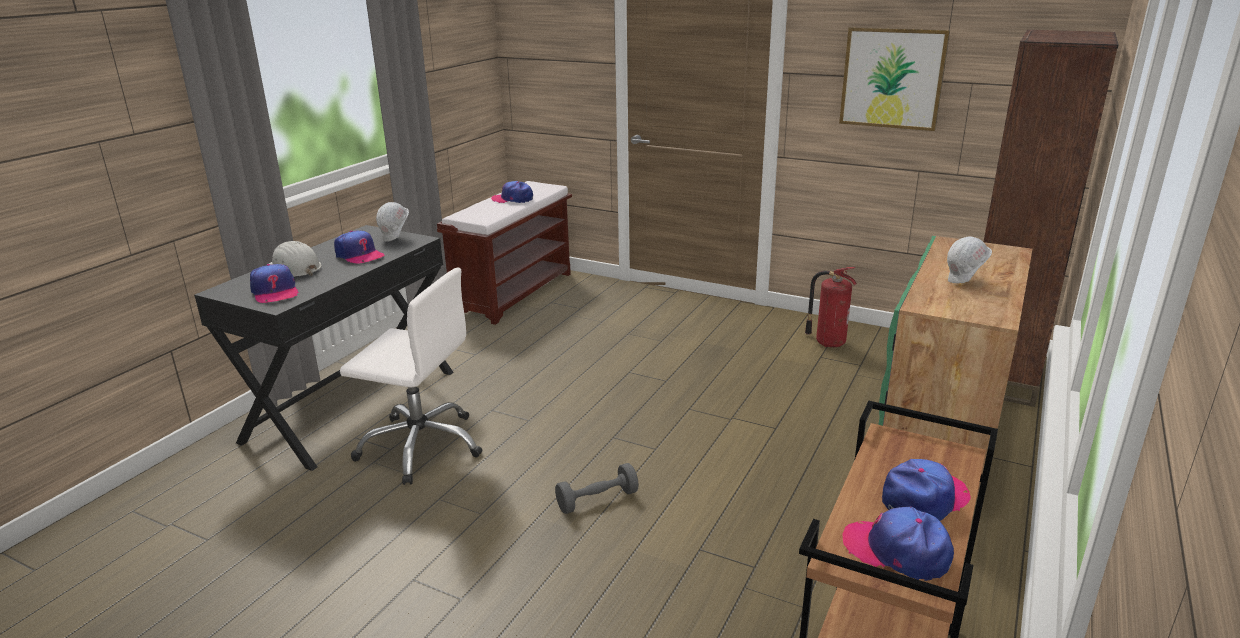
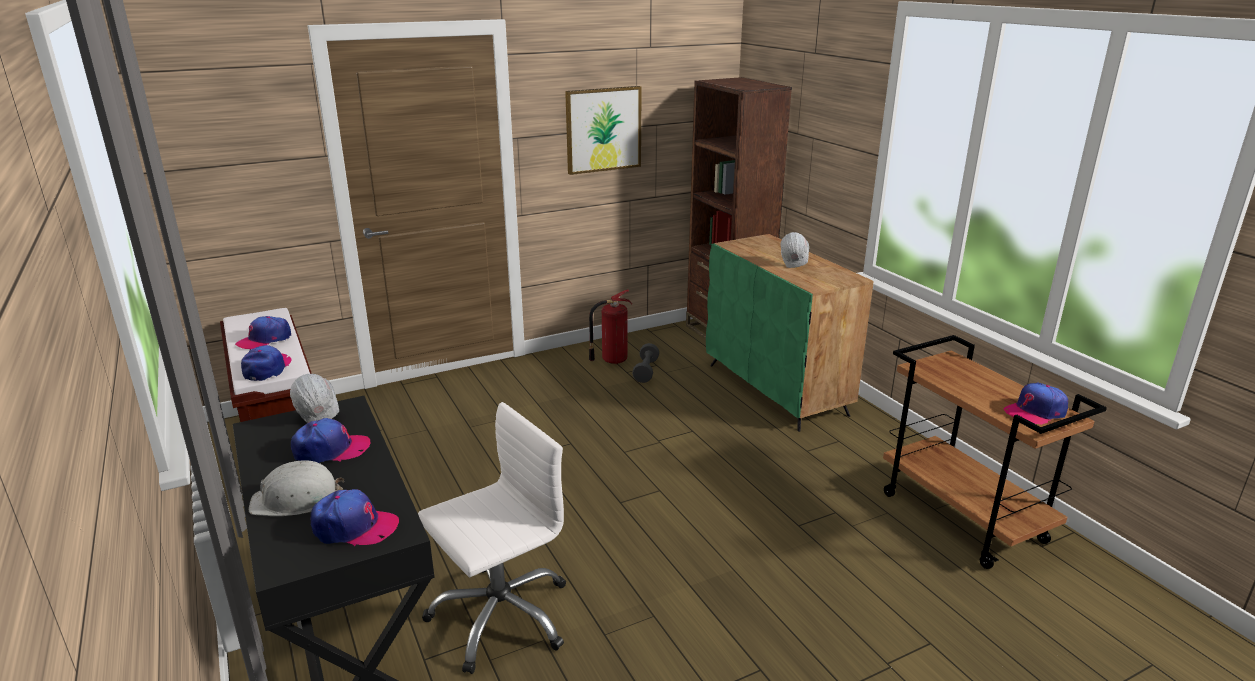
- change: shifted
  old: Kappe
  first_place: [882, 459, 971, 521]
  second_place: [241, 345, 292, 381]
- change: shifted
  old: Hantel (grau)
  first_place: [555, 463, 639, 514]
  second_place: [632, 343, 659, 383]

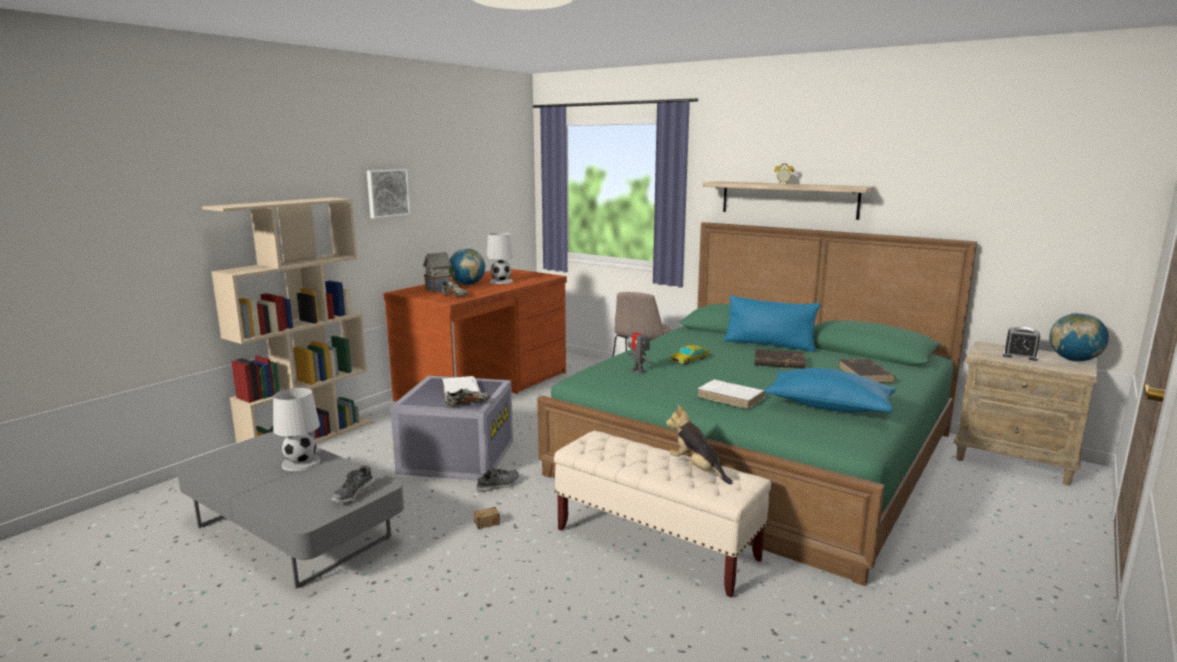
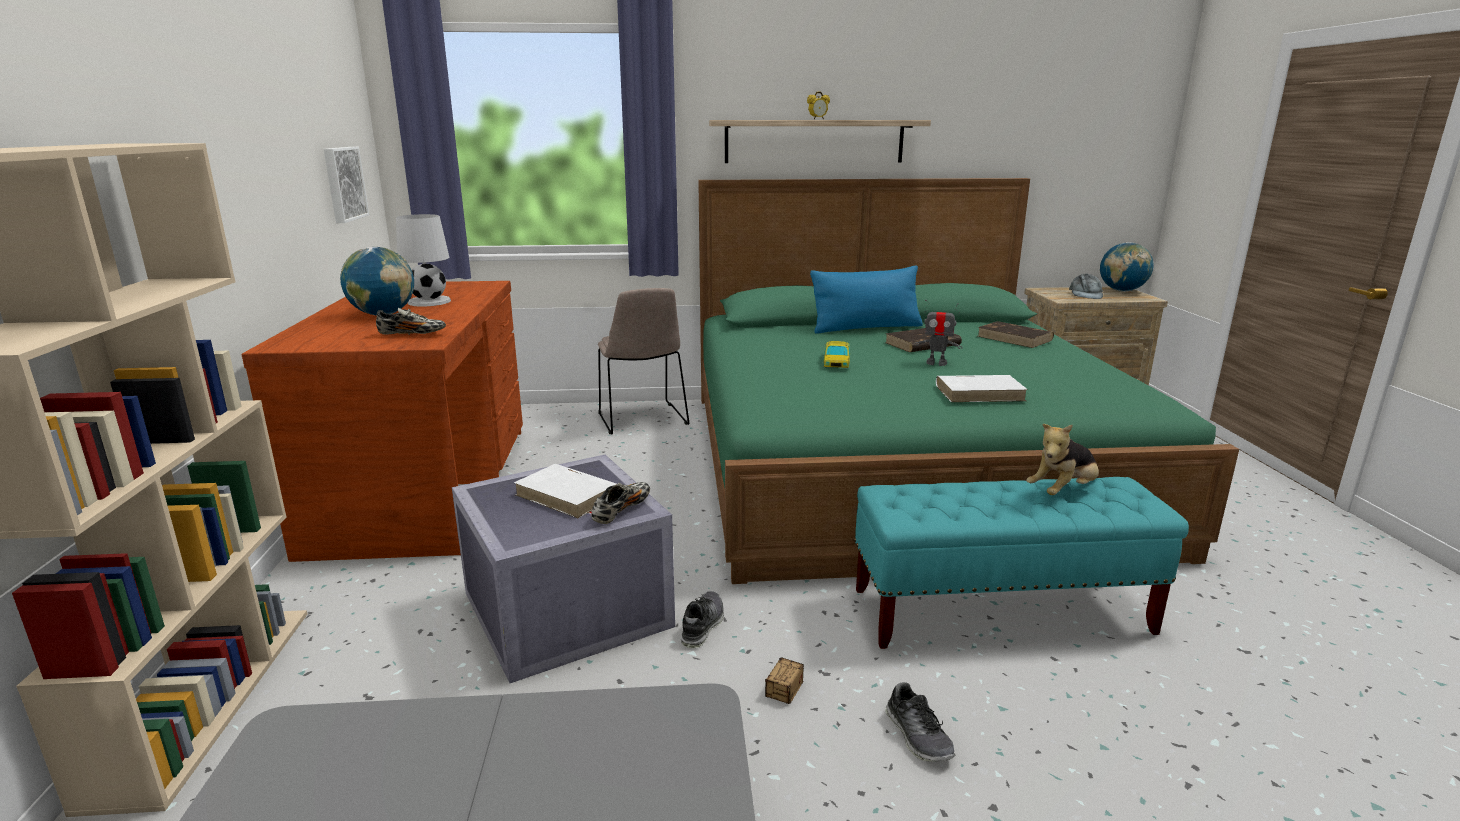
- change: shifted
  old: Bild
  first_place: [367, 169, 411, 219]
  second_place: [323, 147, 369, 223]
- change: repainted
  old: Bank (beige)
  new: Bank (türkis)
  first_place: [554, 431, 771, 597]
  second_place: [854, 477, 1189, 649]
- change: shifted
  old: Schuh
  first_place: [331, 465, 374, 504]
  second_place: [885, 682, 955, 762]
- change: shifted
  old: Spielzeugroboter
  first_place: [628, 322, 651, 373]
  second_place: [914, 300, 962, 366]
- change: rotated
  old: Plüschtier
  first_place: [666, 405, 733, 484]
  second_place: [1026, 424, 1099, 495]
  degrees: -45
- change: swapped
  old: Wecker
  new: Kappe (grau)
  first_place: [1003, 327, 1040, 361]
  second_place: [1069, 273, 1103, 299]
- change: gone
  old: Tischlampe (weiß)
  first_place: [273, 388, 320, 471]
- change: gone
  old: Spielzeughaus
  first_place: [423, 251, 452, 293]
- change: gone
  old: Kissen (blau)
  first_place: [765, 368, 896, 413]

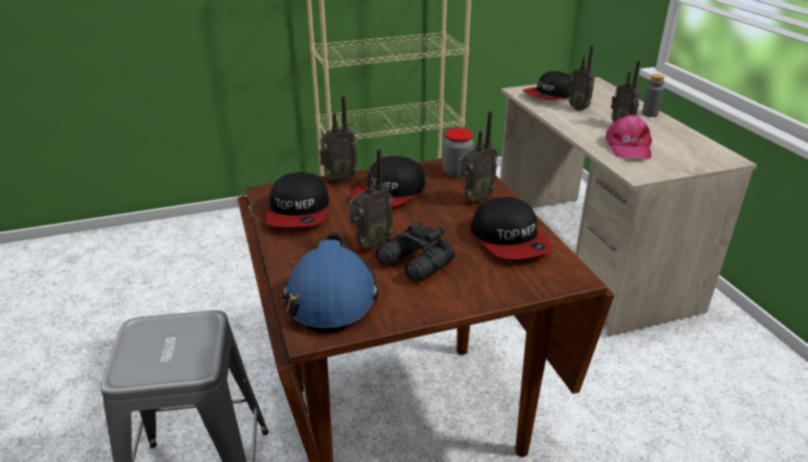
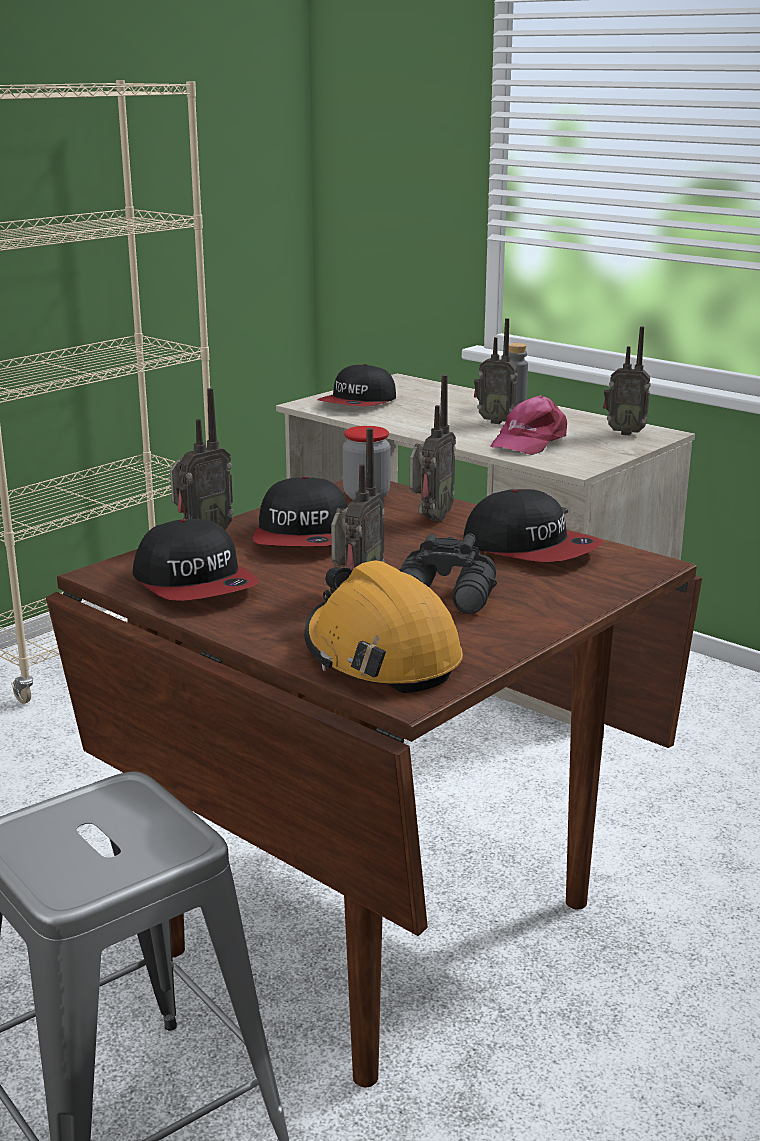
- change: repainted
  old: Schutzhelm (blau)
  new: Schutzhelm (orange)
  first_place: [283, 232, 378, 333]
  second_place: [304, 560, 463, 693]
- change: rotated
  old: Kappe (rosa)
  first_place: [605, 115, 652, 159]
  second_place: [491, 395, 567, 455]
  degrees: 60
- change: shifted
  old: Radio
  first_place: [567, 45, 595, 111]
  second_place: [603, 326, 651, 435]

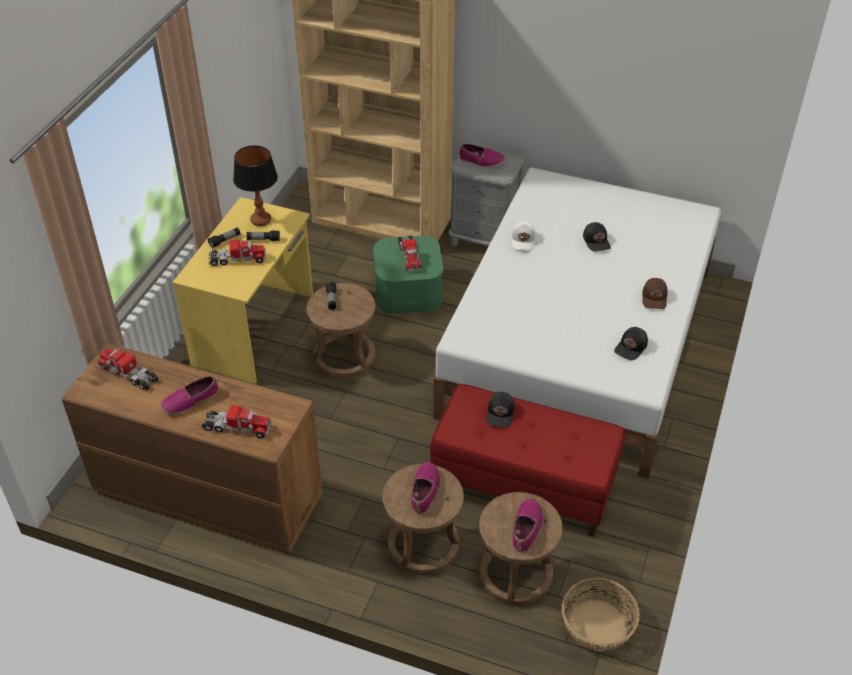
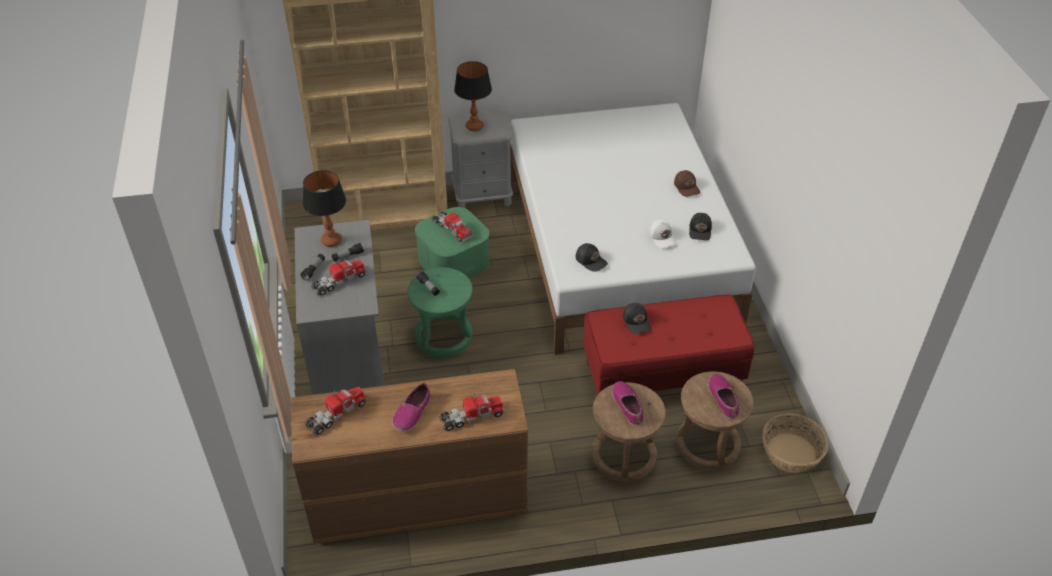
- change: repainted
  old: Schreibtisch (gelb)
  new: Schreibtisch (grau)
  first_place: [172, 197, 313, 384]
  second_place: [295, 220, 384, 395]
- change: rotated
  old: Spielzeuglaster
  first_place: [98, 347, 158, 391]
  second_place: [305, 387, 367, 436]
  degrees: 135
- change: repainted
  old: Hocker (braun)
  new: Hocker (grün)
  first_place: [306, 283, 376, 379]
  second_place: [408, 267, 473, 357]
- change: swapped
  old: Schuh
  new: Tischlampe
  first_place: [459, 144, 505, 168]
  second_place: [454, 61, 492, 131]
- change: shifted
  old: Kappe (schwarz)
  first_place: [583, 222, 611, 252]
  second_place: [576, 243, 608, 272]
- change: shifted
  old: Kappe (weiß)
  first_place: [511, 222, 535, 251]
  second_place: [649, 220, 676, 248]

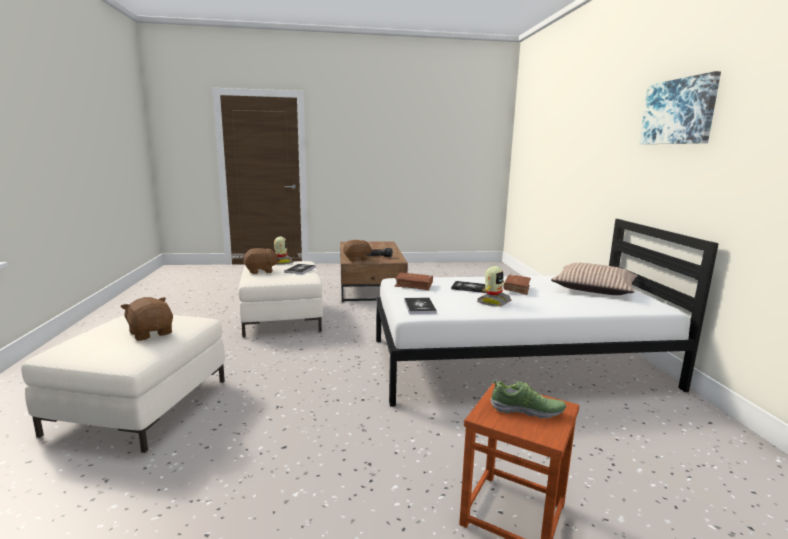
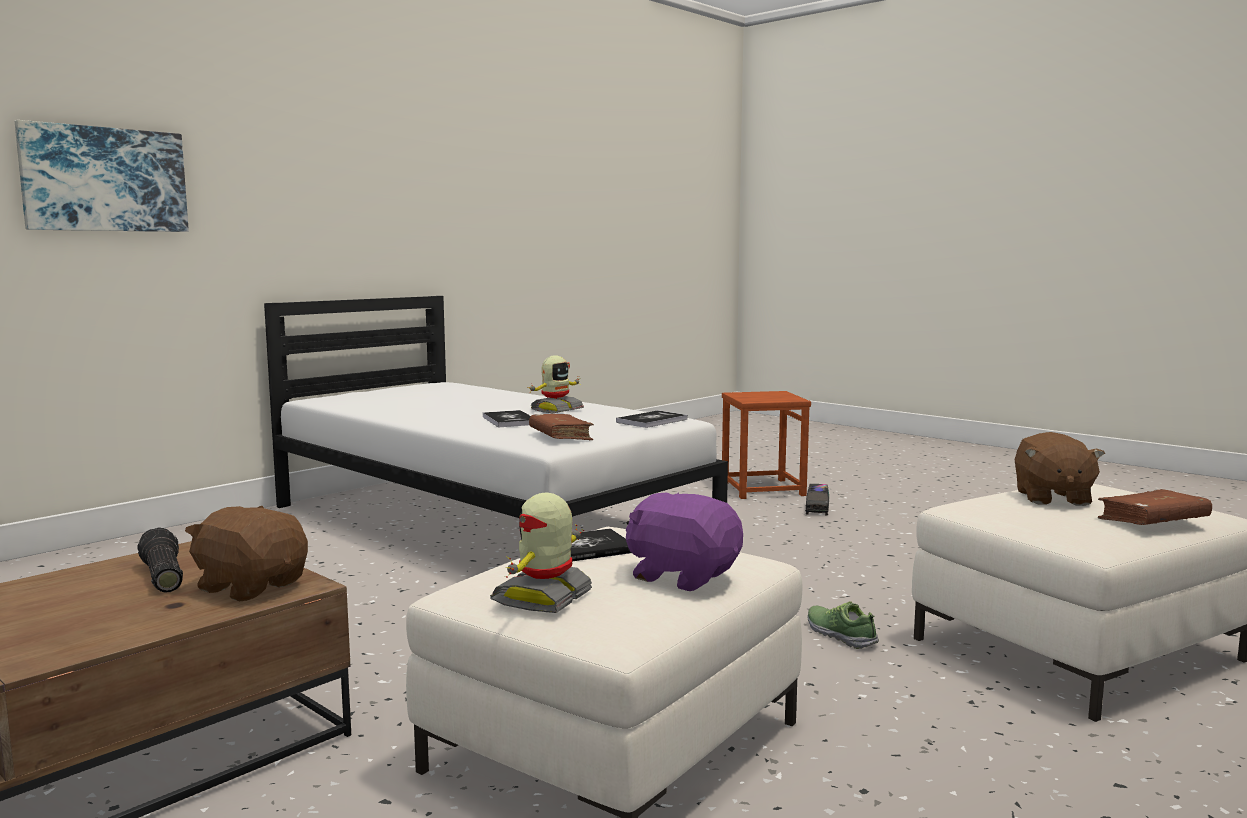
- change: shifted
  old: Bild
  first_place: [639, 71, 721, 144]
  second_place: [15, 120, 189, 232]
- change: rotated
  old: Spielzeugroboter
  first_place: [477, 266, 511, 307]
  second_place: [527, 355, 584, 413]
  degrees: 135
- change: repainted
  old: Plüschtier (braun)
  new: Plüschtier (lila)
  first_place: [243, 248, 280, 274]
  second_place: [626, 493, 743, 591]
- change: new
  new: Spielzeuglaster
  second_place: [805, 484, 829, 516]
- change: shifted
  old: Schuh
  first_place: [490, 380, 566, 418]
  second_place: [808, 601, 879, 649]
- change: shifted
  old: Buch (braun)
  first_place: [503, 275, 531, 295]
  second_place: [1098, 489, 1212, 525]
- change: gone
  old: Kissen
  first_place: [551, 263, 638, 295]

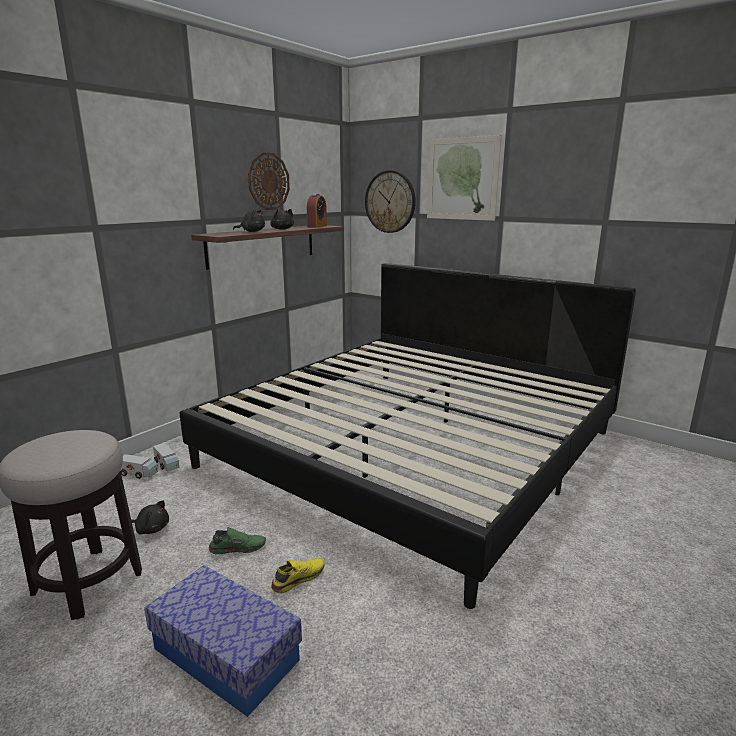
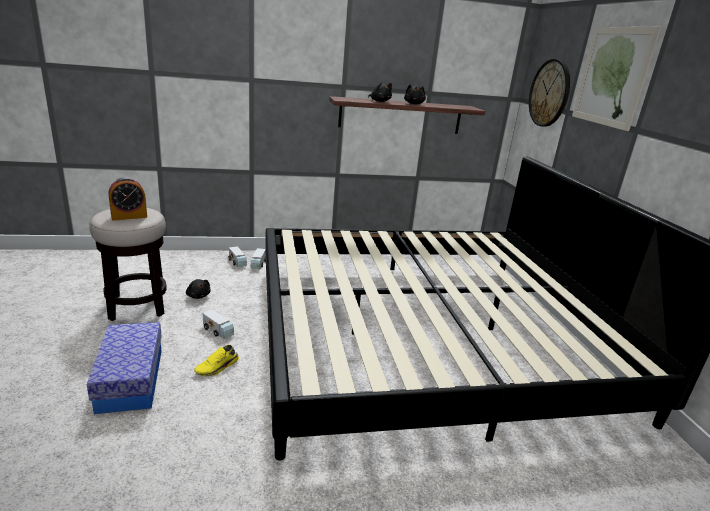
- change: shifted
  old: Wecker
  first_place: [307, 194, 327, 228]
  second_place: [109, 177, 147, 221]
- change: rotated
  old: Schuh (gelb)
  first_place: [270, 558, 325, 594]
  second_place: [194, 345, 239, 377]
  degrees: 135
- change: swapped
  old: Schuh (grün)
  new: Spielzeuglaster
  first_place: [209, 527, 266, 554]
  second_place: [203, 309, 234, 339]
- change: gone
  old: Wanduhr
  first_place: [248, 152, 290, 210]

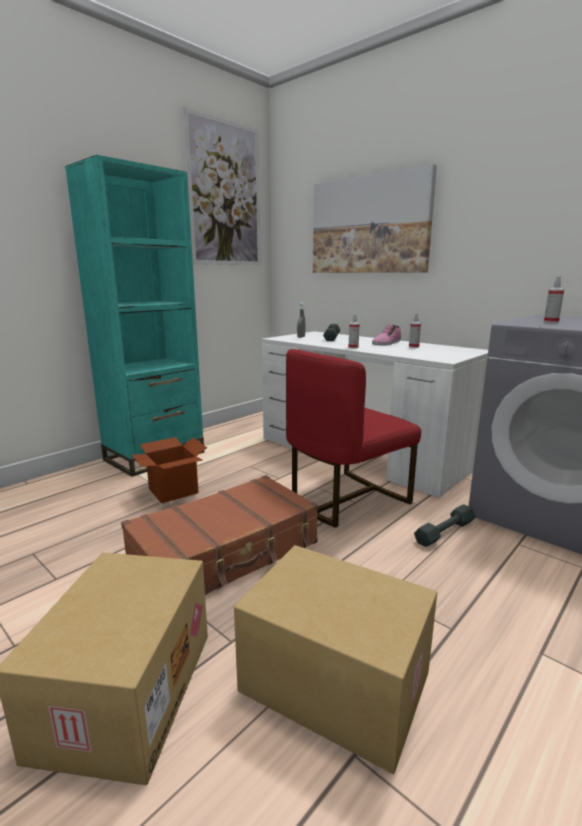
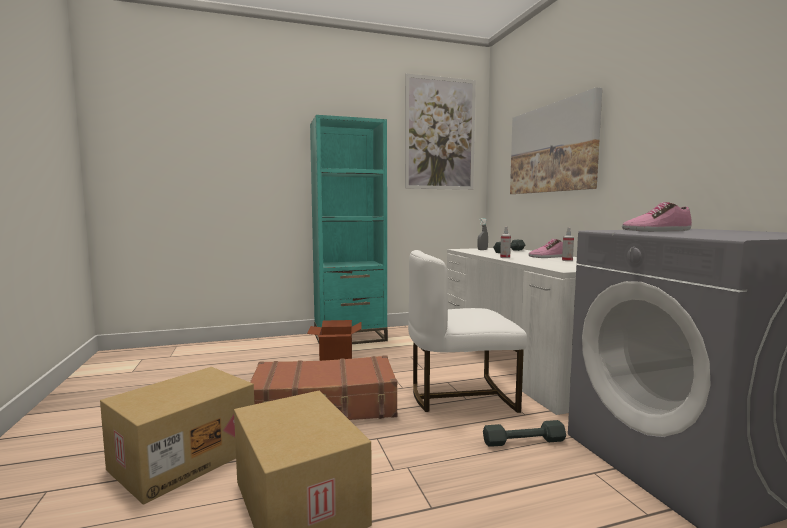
- change: repainted
  old: Stuhl (rot)
  new: Stuhl (weiß)
  first_place: [286, 349, 421, 528]
  second_place: [408, 250, 527, 413]
- change: swapped
  old: Sprühflasche
  new: Schuh
  first_place: [544, 277, 564, 323]
  second_place: [622, 202, 692, 232]

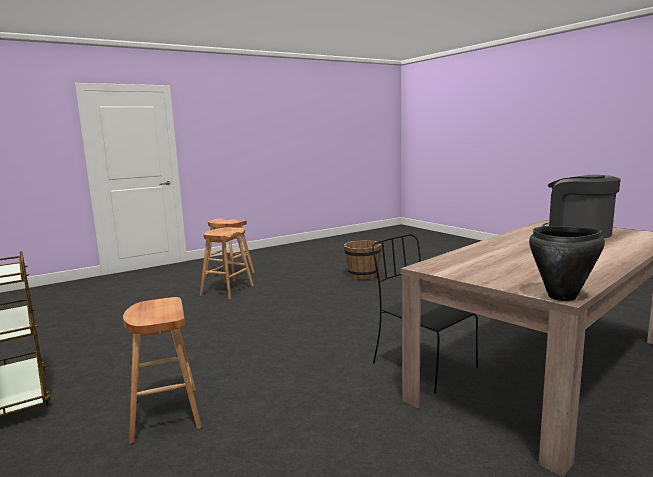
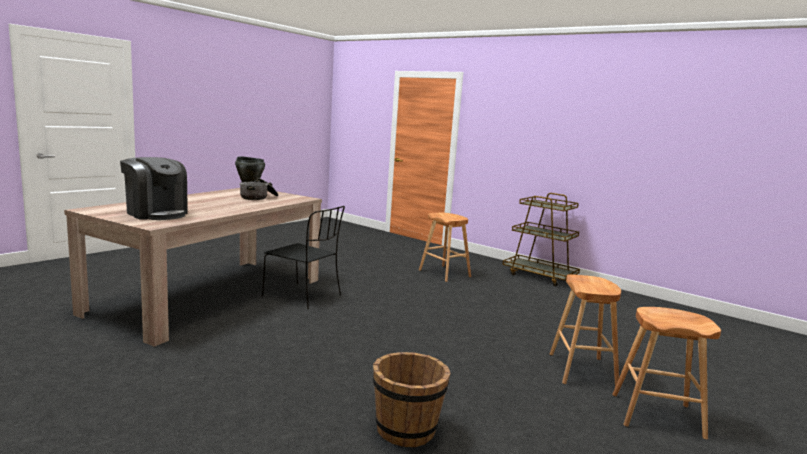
- change: new
  new: Kochtopf
  second_place: [239, 178, 278, 200]

